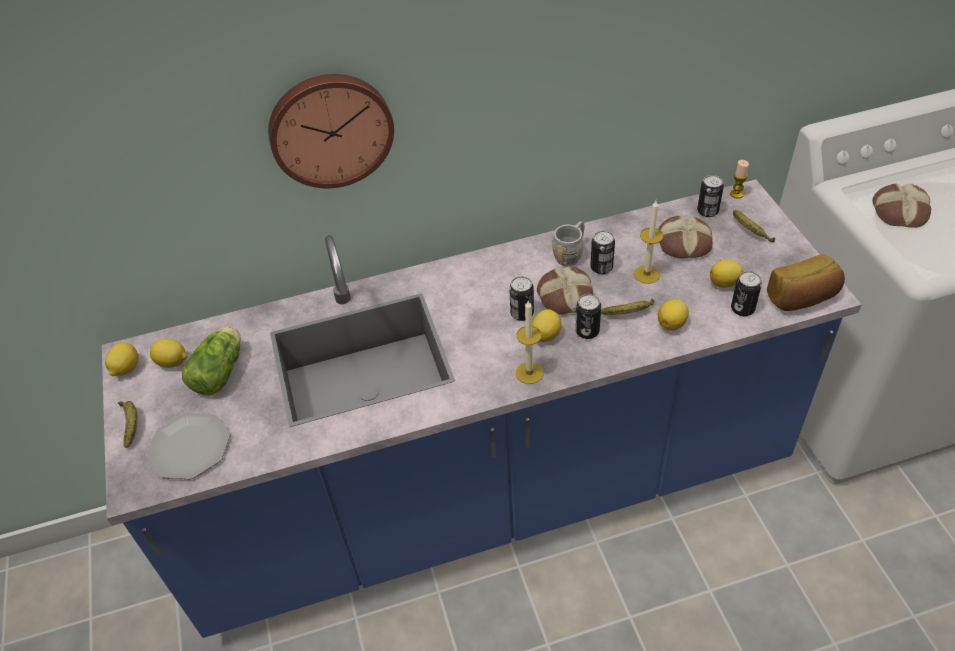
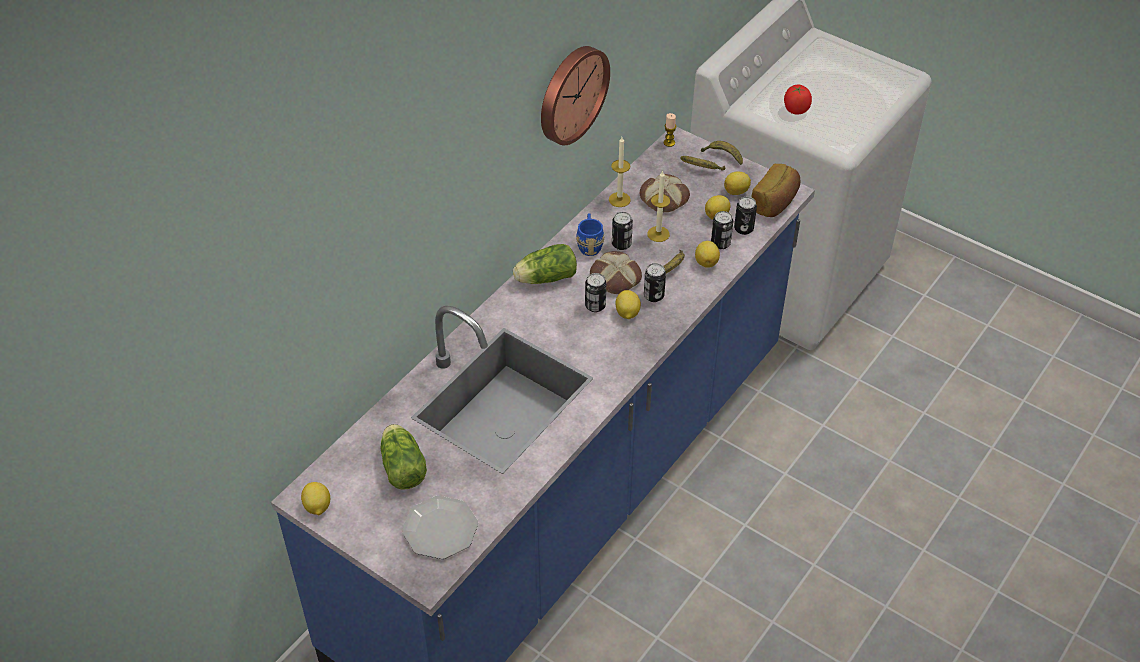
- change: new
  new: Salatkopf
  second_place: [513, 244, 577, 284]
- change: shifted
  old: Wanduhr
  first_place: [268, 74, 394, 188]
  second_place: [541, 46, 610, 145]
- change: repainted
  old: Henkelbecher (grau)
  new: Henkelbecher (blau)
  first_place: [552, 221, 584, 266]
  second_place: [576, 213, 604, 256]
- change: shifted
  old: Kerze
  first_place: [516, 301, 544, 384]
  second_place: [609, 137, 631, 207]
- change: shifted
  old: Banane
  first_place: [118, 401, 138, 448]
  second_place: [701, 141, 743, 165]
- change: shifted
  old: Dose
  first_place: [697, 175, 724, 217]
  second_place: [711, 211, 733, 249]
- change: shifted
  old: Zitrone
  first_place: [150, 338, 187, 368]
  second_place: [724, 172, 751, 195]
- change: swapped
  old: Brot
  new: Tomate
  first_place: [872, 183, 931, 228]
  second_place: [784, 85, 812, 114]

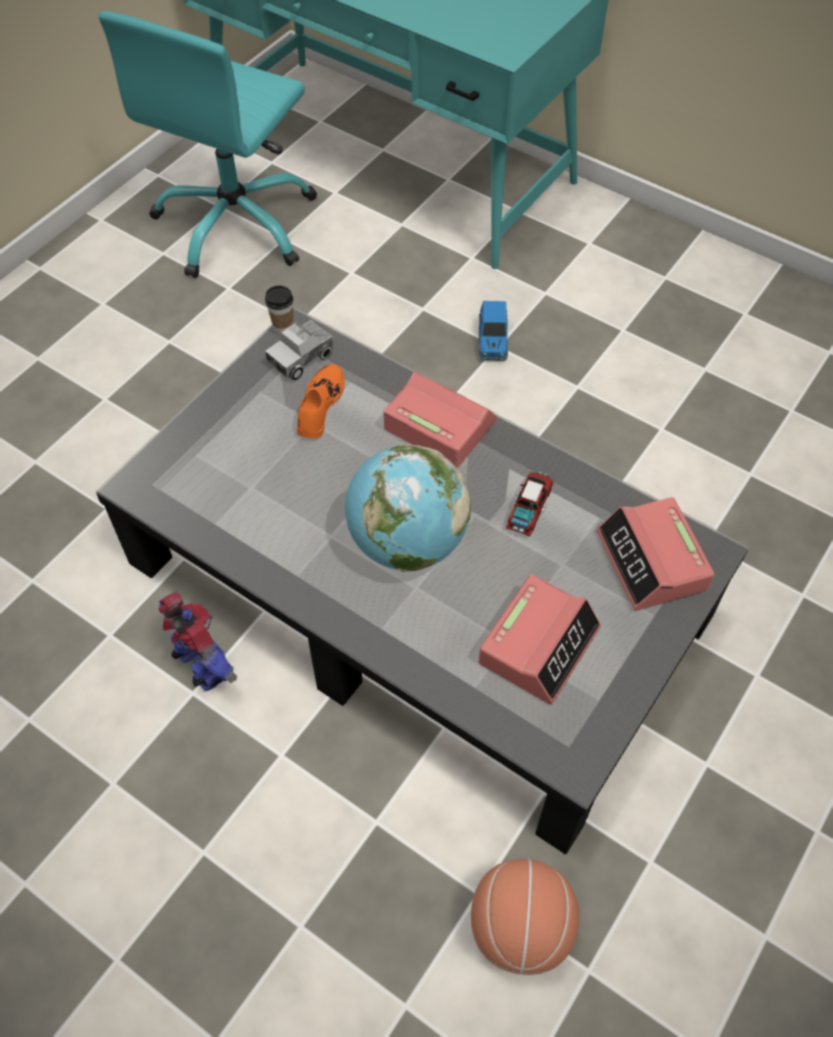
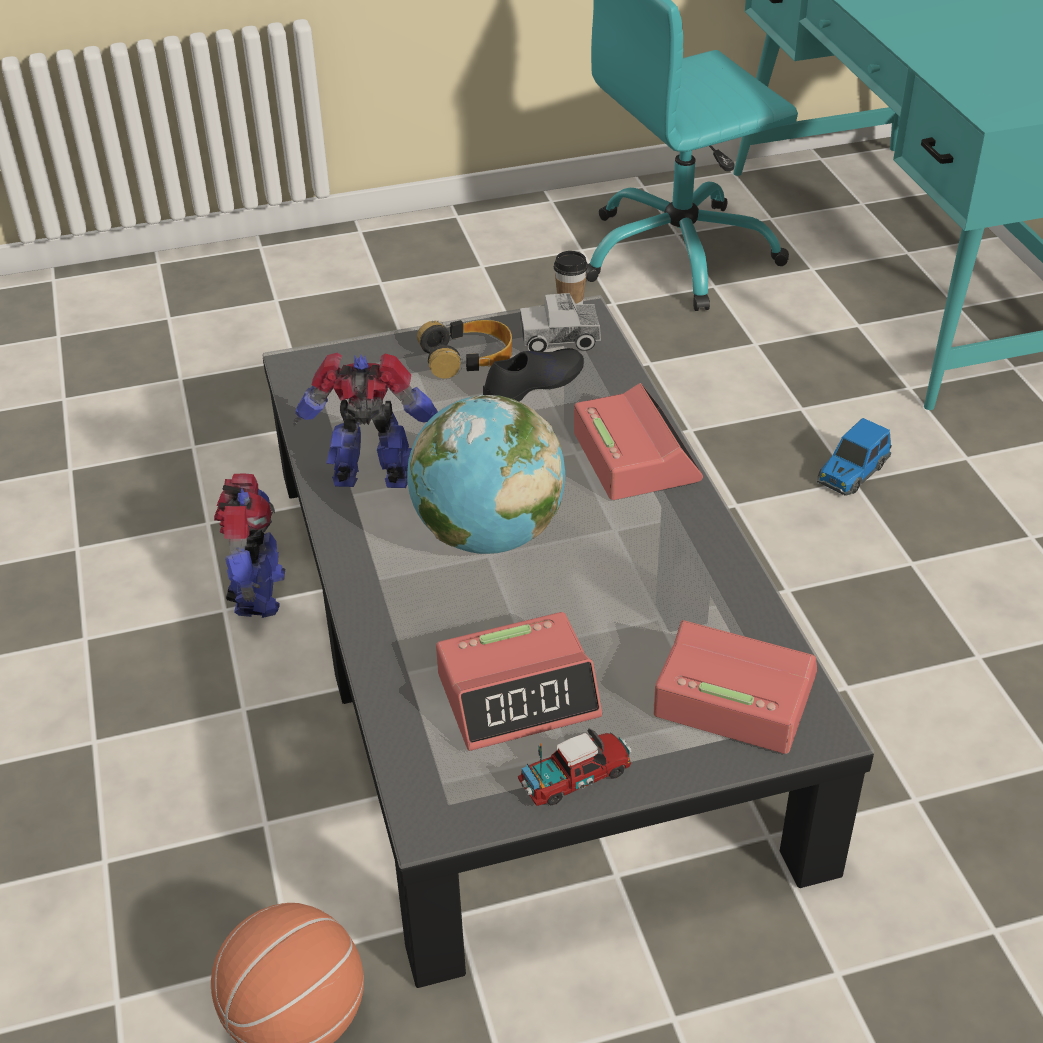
- change: new
  new: Spielzeugroboter
  second_place: [293, 353, 438, 488]
- change: new
  new: Kopfhörer
  second_place: [417, 320, 512, 379]
- change: repainted
  old: Schuh (orange)
  new: Schuh (schwarz)
  first_place: [297, 364, 344, 439]
  second_place: [483, 348, 584, 402]
- change: shifted
  old: Spielzeuglaster
  first_place: [506, 472, 554, 536]
  second_place: [518, 728, 632, 806]
- change: rotated
  old: Wecker
  first_place: [597, 497, 715, 610]
  second_place: [653, 620, 817, 754]
  degrees: 90

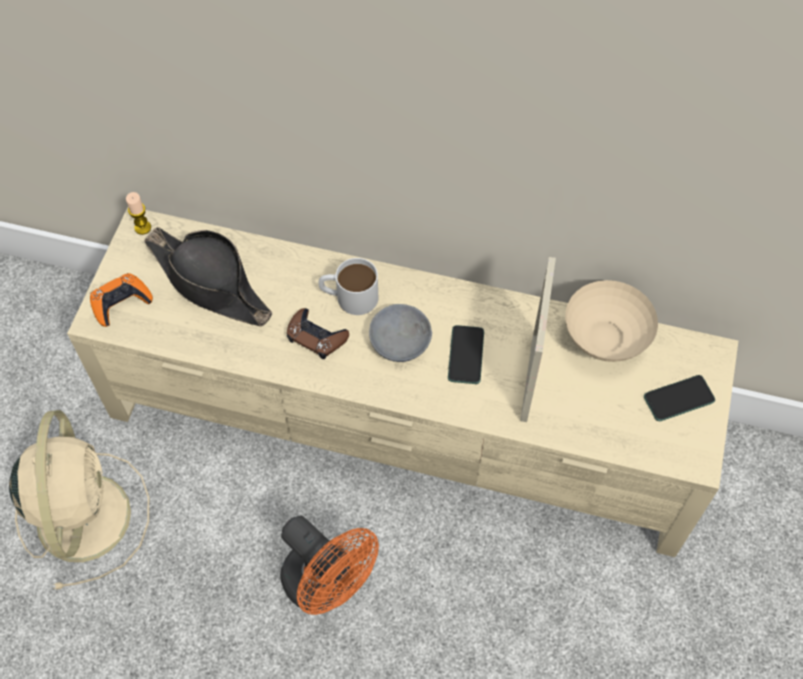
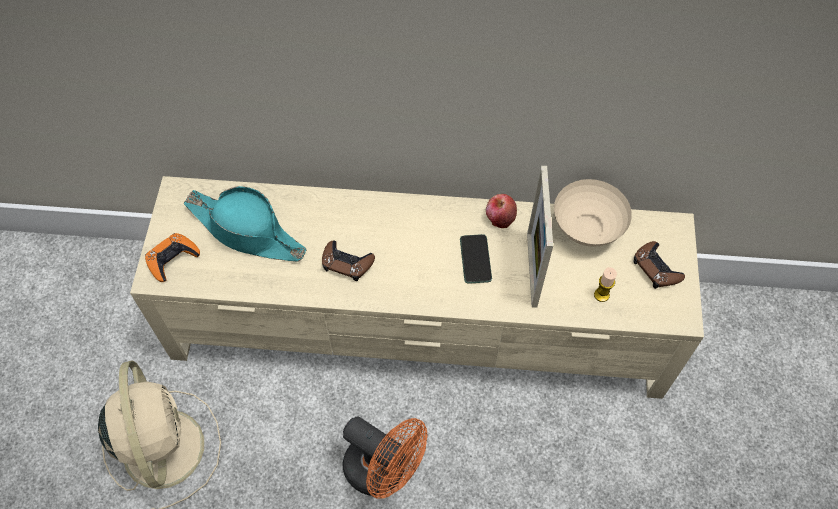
- change: repainted
  old: Hut (schwarz)
  new: Hut (türkis)
  first_place: [144, 227, 272, 326]
  second_place: [183, 186, 307, 262]
- change: new
  new: Apfel
  second_place: [486, 194, 517, 228]
- change: shifted
  old: Kerze
  first_place: [126, 192, 151, 235]
  second_place: [594, 267, 617, 302]
- change: swapped
  old: Handy
  new: Gamepad (braun)
  first_place: [644, 375, 715, 421]
  second_place: [634, 241, 685, 289]
- change: gone
  old: Henkelbecher (weiß)
  first_place: [318, 258, 378, 315]
- change: gone
  old: Schüssel (grau)
  first_place: [369, 304, 432, 362]

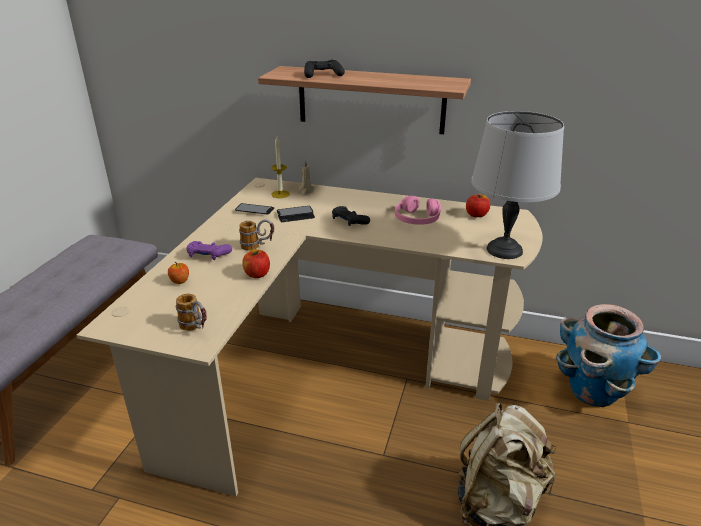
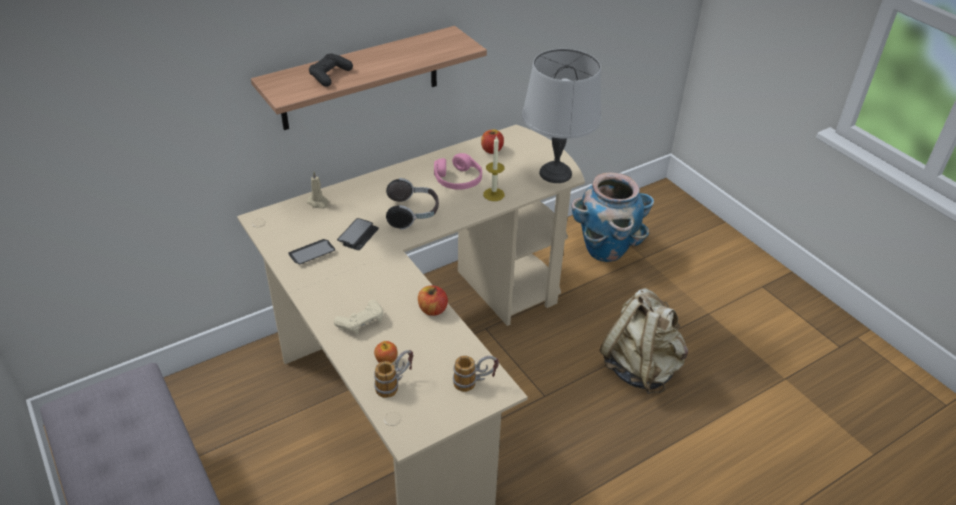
- change: repainted
  old: Gamepad (lila)
  new: Gamepad (beige)
  first_place: [186, 241, 232, 260]
  second_place: [334, 300, 384, 334]
- change: shifted
  old: Henkelbecher
  first_place: [239, 219, 274, 251]
  second_place: [374, 350, 413, 398]
- change: swapped
  old: Gamepad (schwarz)
  new: Kopfhörer
  first_place: [332, 206, 370, 226]
  second_place: [386, 178, 439, 230]
- change: shifted
  old: Kerze
  first_place: [271, 137, 290, 198]
  second_place: [483, 135, 505, 201]

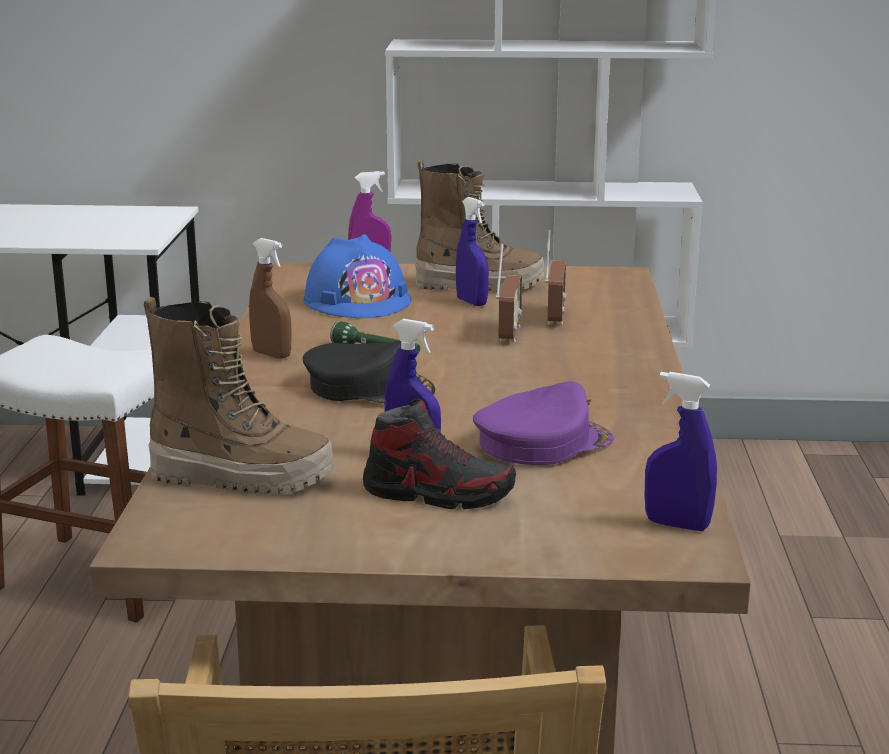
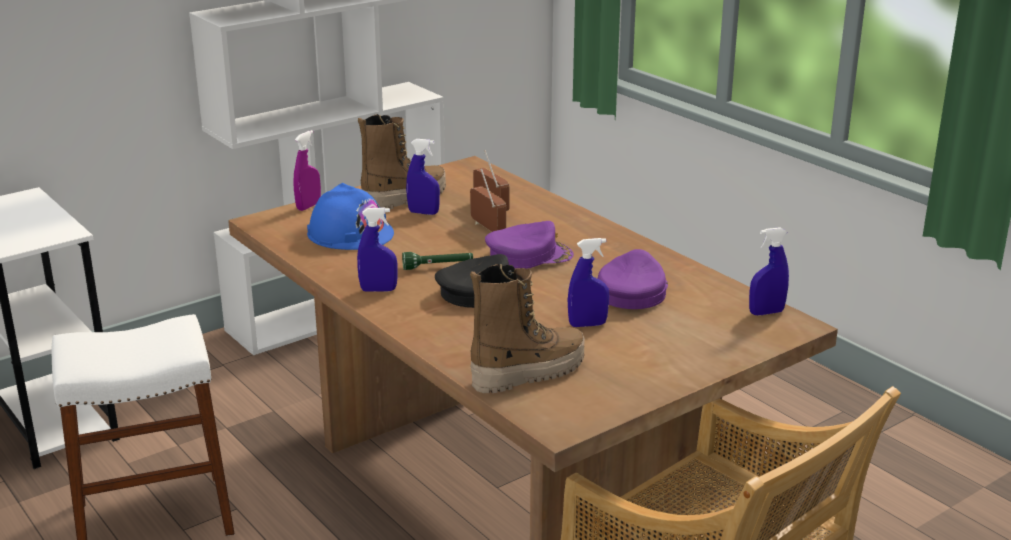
- change: repainted
  old: Sprühflasche (braun)
  new: Sprühflasche (blau)
  first_place: [249, 238, 291, 358]
  second_place: [357, 207, 398, 292]
- change: new
  new: Kappe (lila)
  second_place: [485, 221, 574, 269]
- change: gone
  old: Schuh
  first_place: [363, 399, 516, 509]

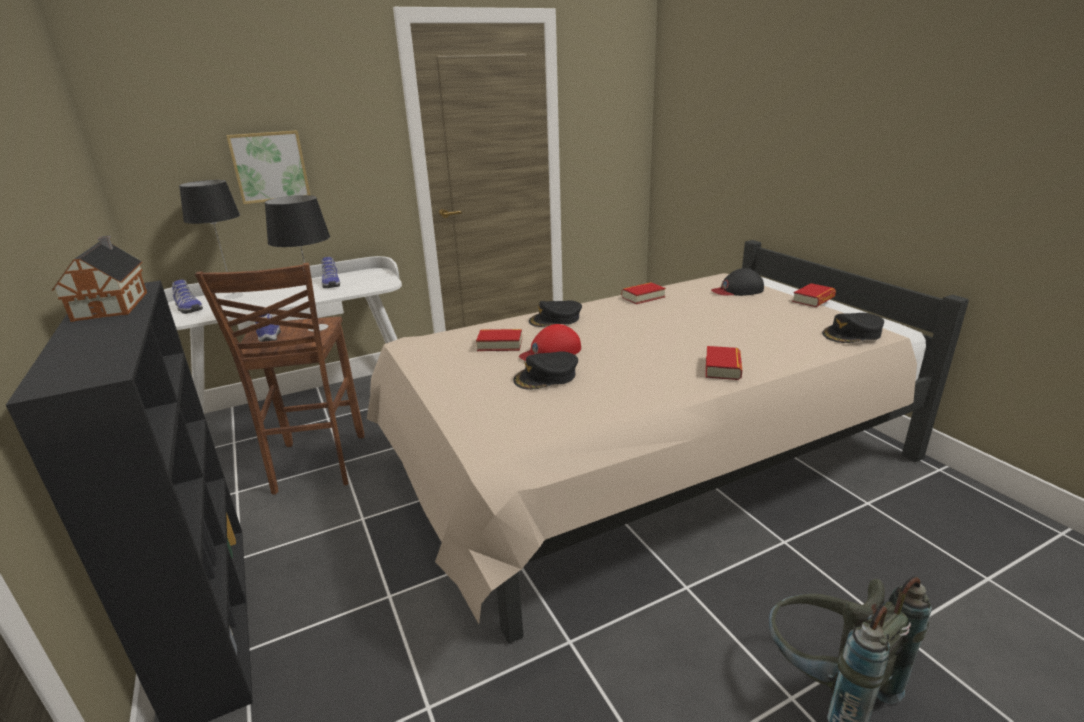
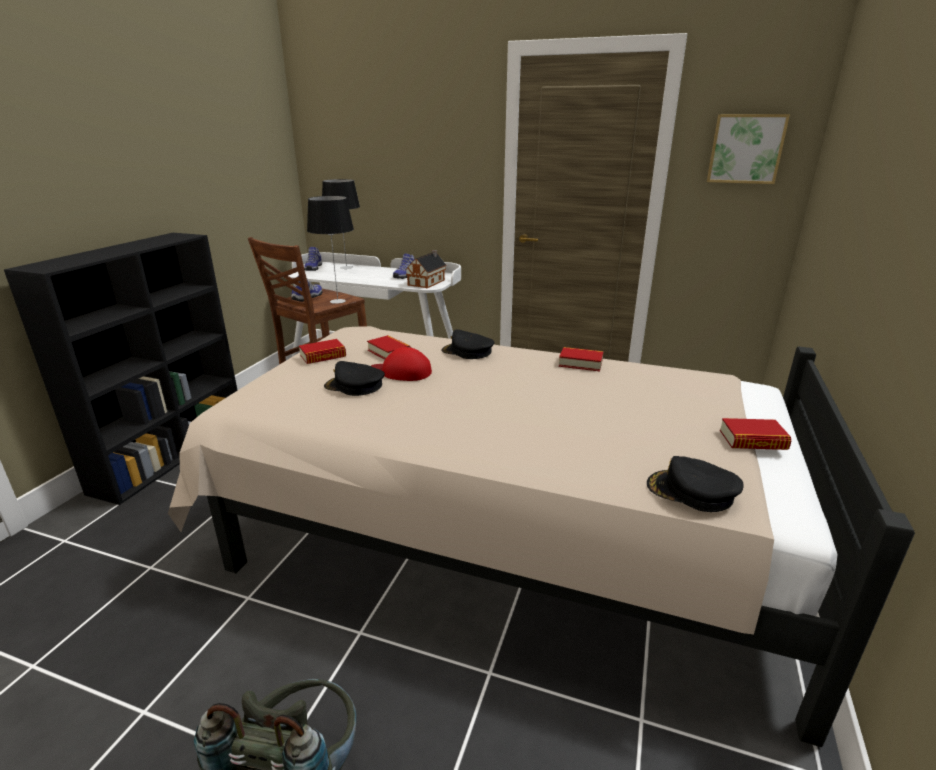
- change: shifted
  old: Buch
  first_place: [706, 346, 742, 380]
  second_place: [299, 339, 346, 364]
- change: shifted
  old: Spielzeughaus
  first_place: [52, 236, 147, 322]
  second_place: [405, 250, 447, 288]
- change: shifted
  old: Bild
  first_place: [226, 130, 310, 204]
  second_place: [707, 114, 790, 184]
- change: gone
  old: Kappe (schwarz)
  first_place: [711, 268, 764, 296]

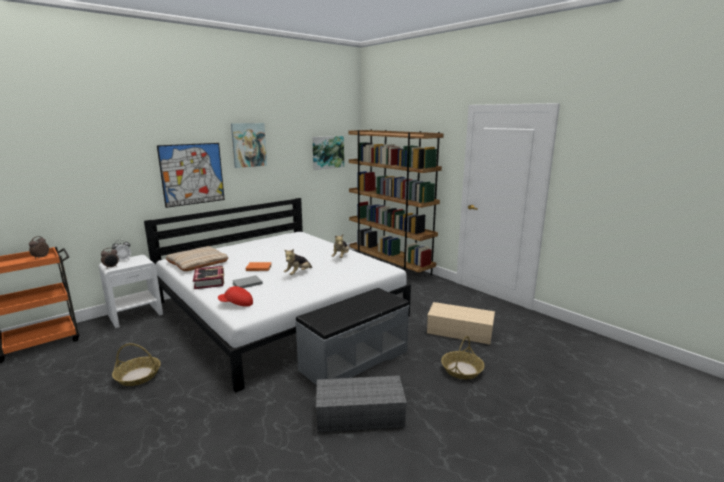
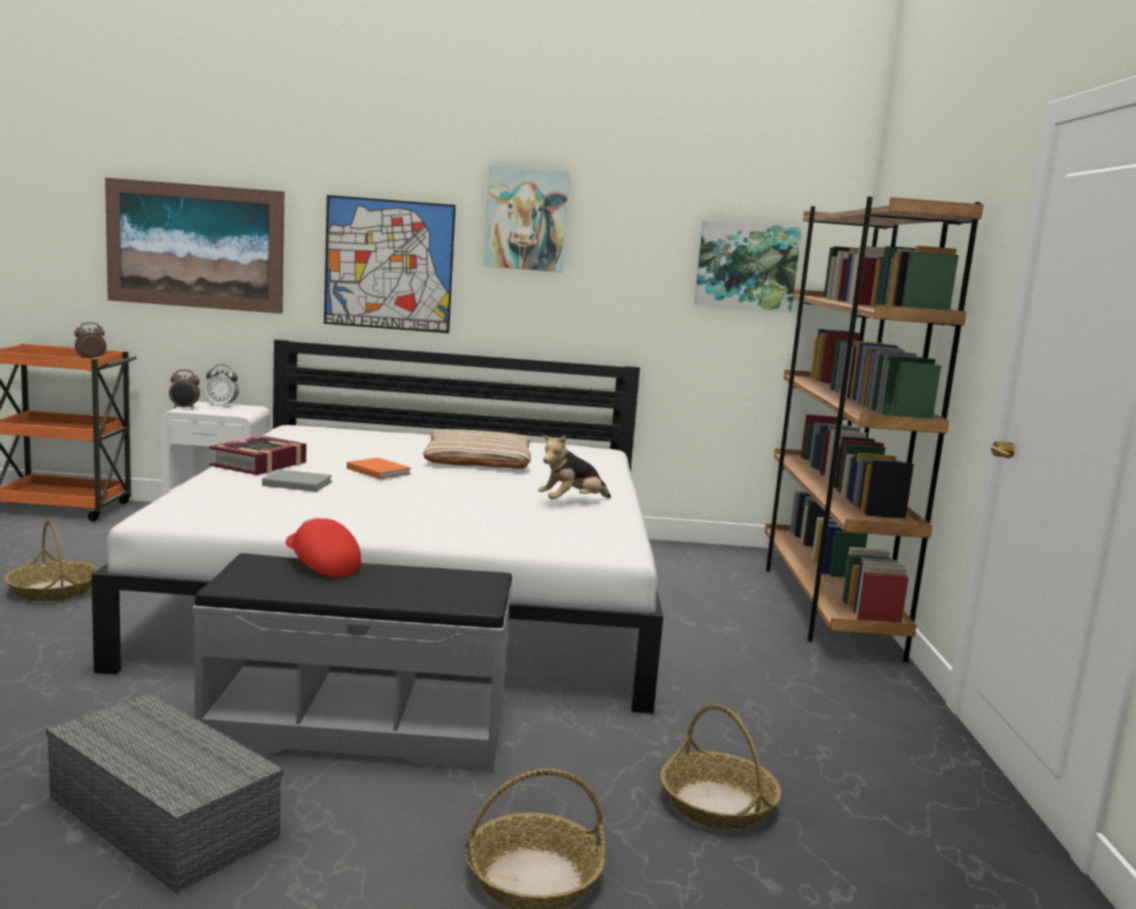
- change: new
  new: Bild
  second_place: [105, 178, 284, 314]
- change: shifted
  old: Kappe (rot)
  first_place: [218, 286, 253, 307]
  second_place: [286, 517, 361, 577]
- change: shifted
  old: Kissen (beige)
  first_place: [166, 246, 228, 271]
  second_place: [423, 429, 531, 469]
- change: swapped
  old: Aufbewahrungsbox (beige)
  new: Korb
  first_place: [427, 302, 495, 345]
  second_place: [660, 704, 781, 829]
- change: gone
  old: Plüschtier
  first_place: [284, 249, 312, 275]

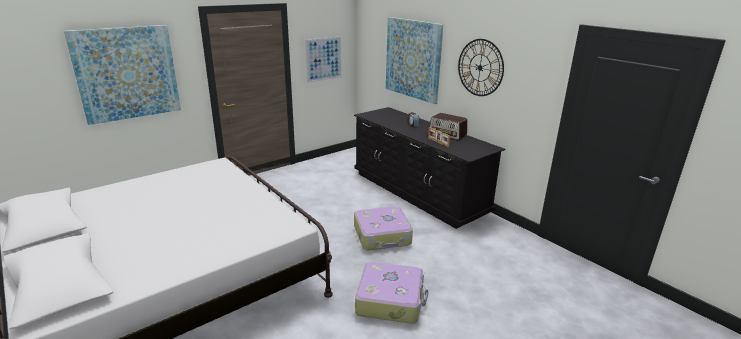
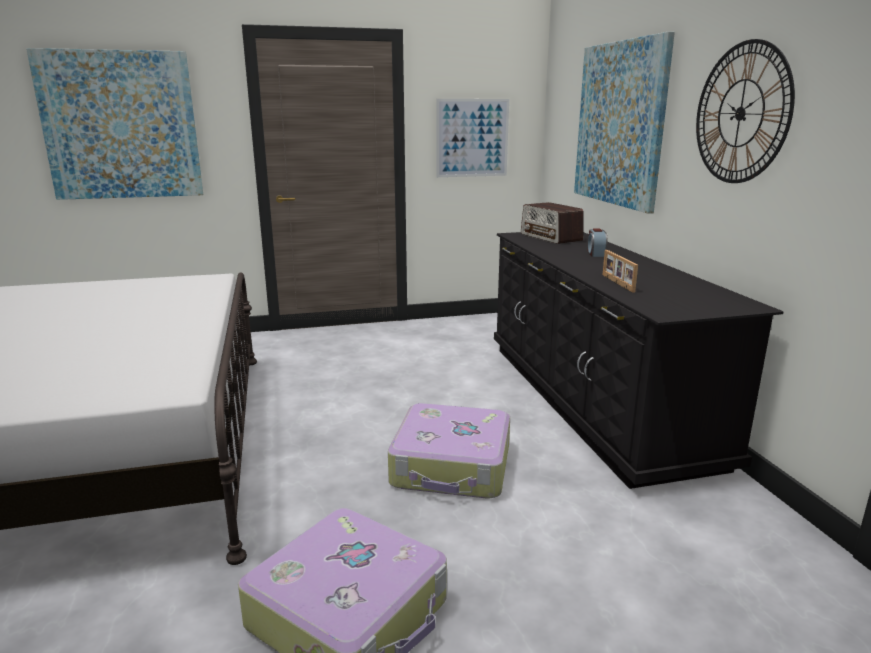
- change: shifted
  old: Radio
  first_place: [430, 113, 467, 140]
  second_place: [521, 202, 584, 244]

